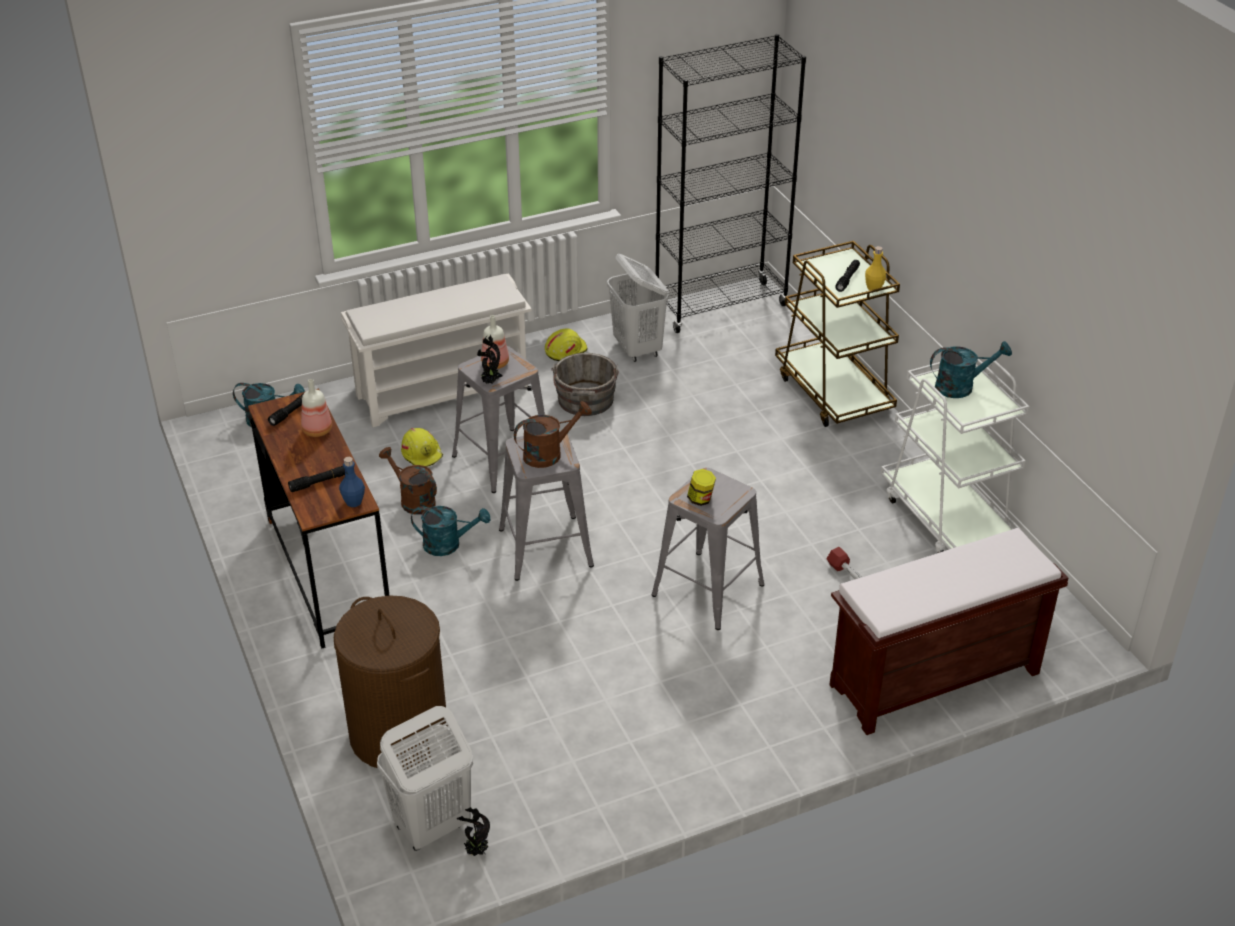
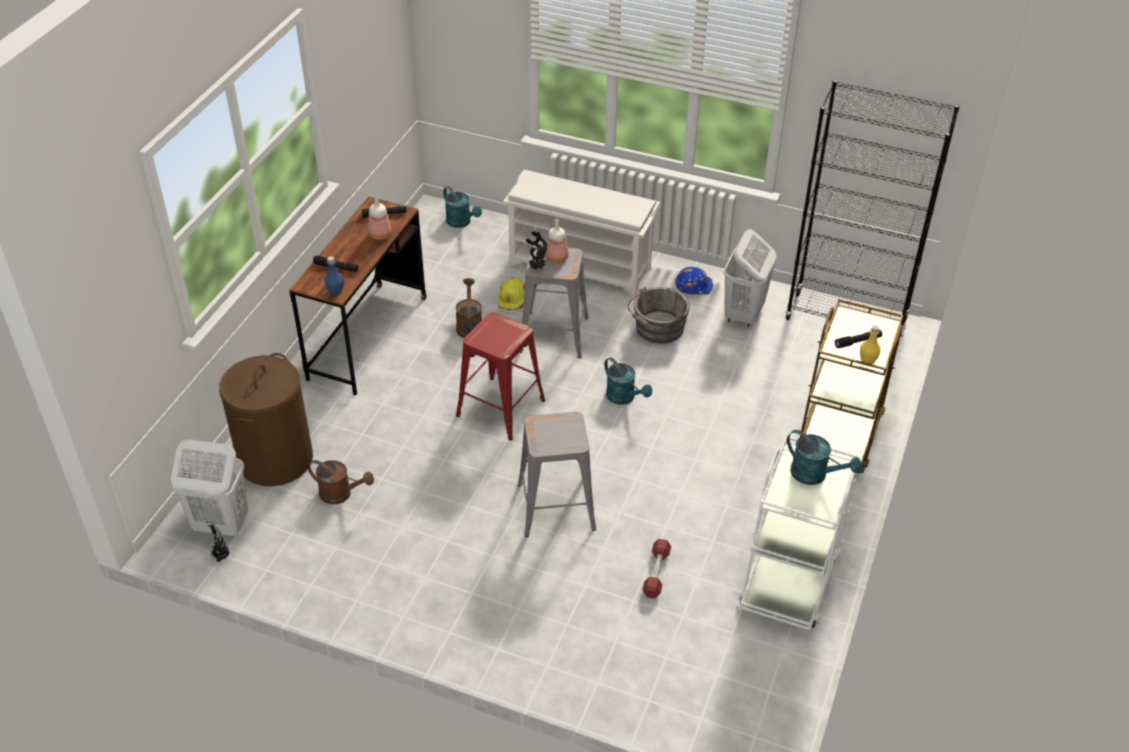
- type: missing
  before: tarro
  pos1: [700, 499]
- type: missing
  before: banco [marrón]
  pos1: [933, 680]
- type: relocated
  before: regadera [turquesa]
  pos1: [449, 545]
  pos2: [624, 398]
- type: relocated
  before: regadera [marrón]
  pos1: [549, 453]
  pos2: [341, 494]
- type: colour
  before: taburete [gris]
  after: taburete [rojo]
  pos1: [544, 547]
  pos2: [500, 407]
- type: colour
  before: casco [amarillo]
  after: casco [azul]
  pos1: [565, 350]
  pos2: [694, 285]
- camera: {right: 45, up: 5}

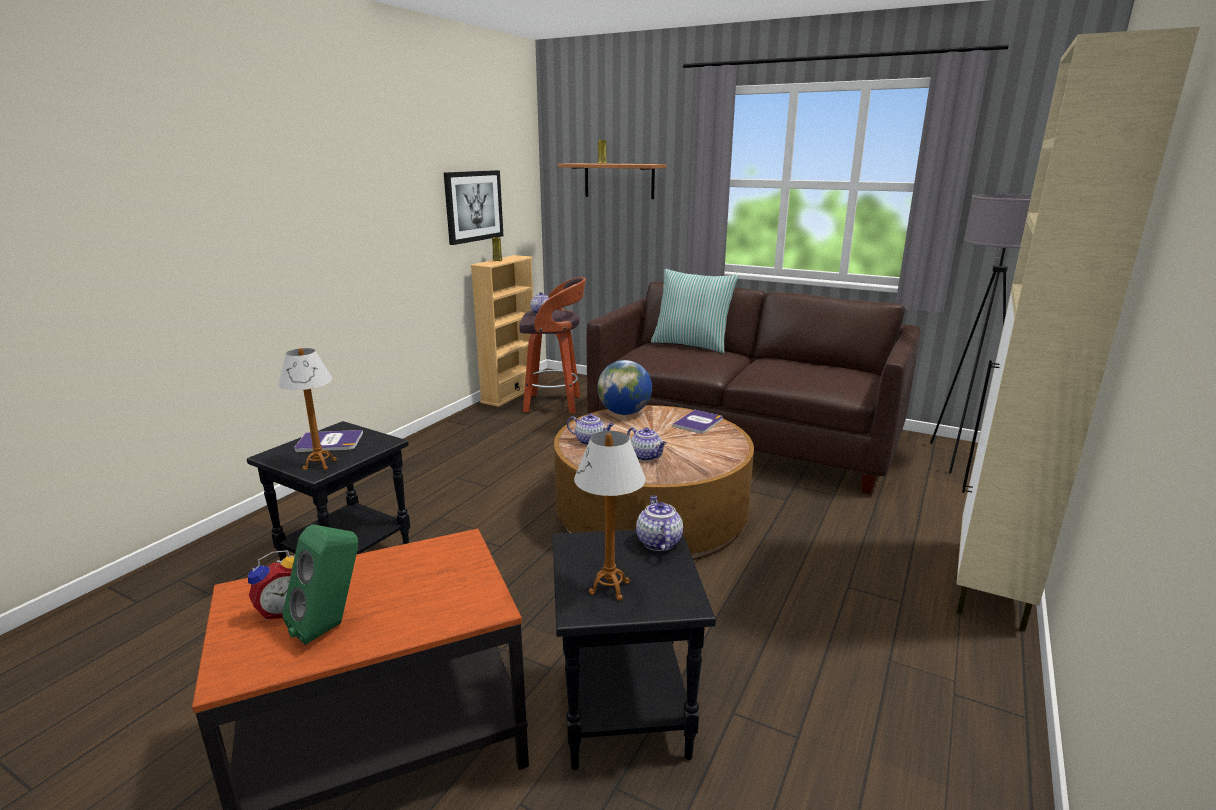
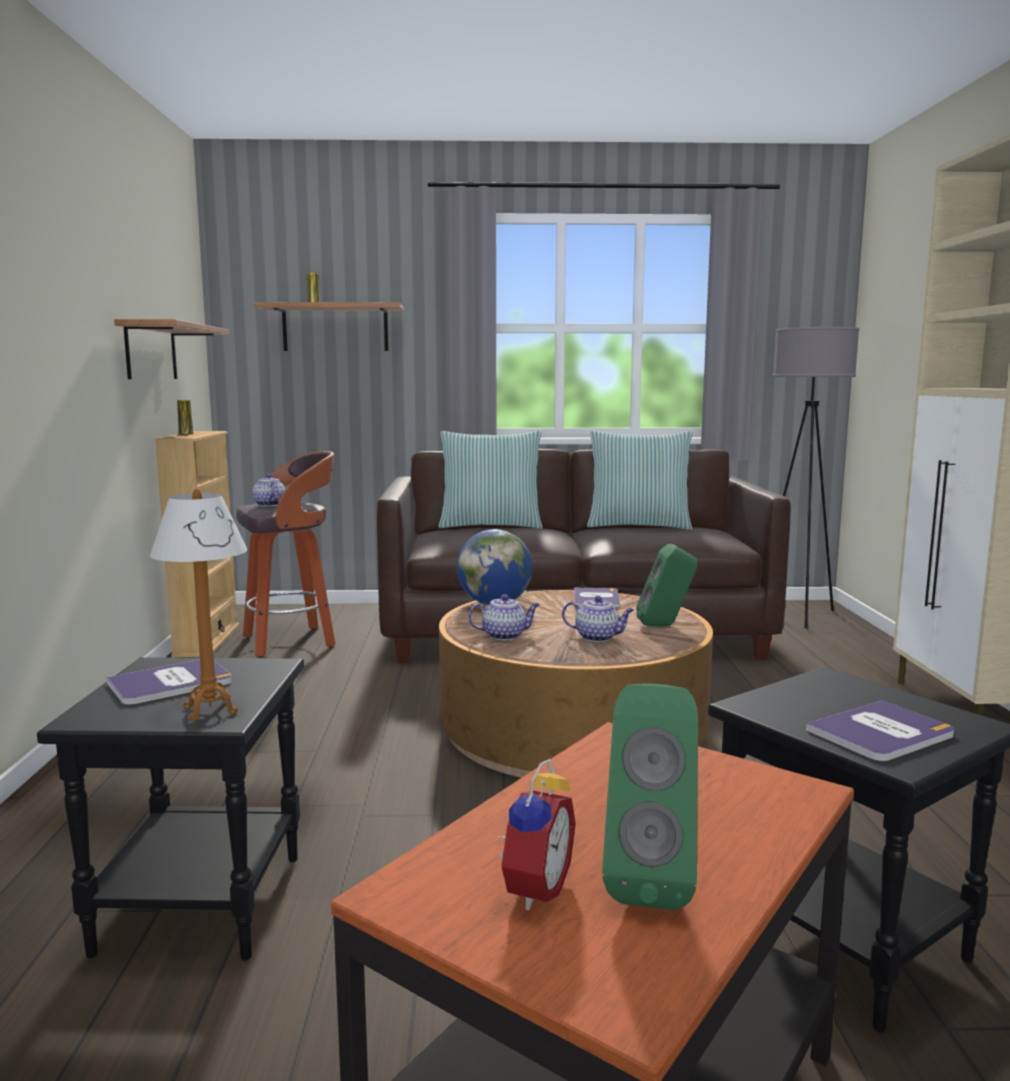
- type: missing
  before: tetera
  pos1: [658, 542]
- type: appeared
  after: cojín
  pos2: [638, 526]
- type: appeared
  after: altavoz [verde]
  pos2: [665, 626]
- type: exchanged
  before: cuadro
  after: estante
  pos1: [473, 206]
  pos2: [151, 352]
- type: exchanged
  before: lámpara de mesa
  after: libro
  pos1: [610, 588]
  pos2: [881, 733]
- camera: {right: -30, up: -10}

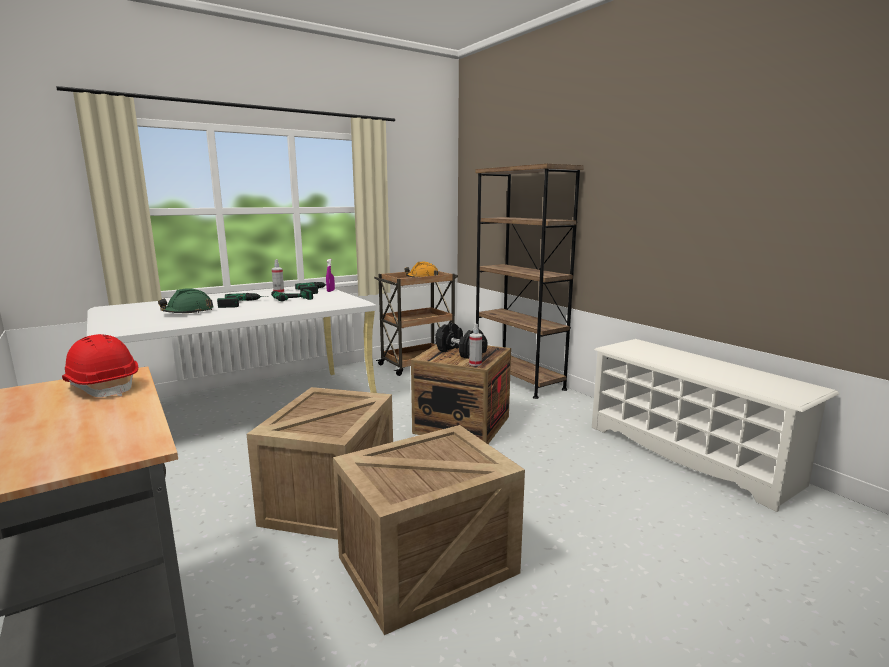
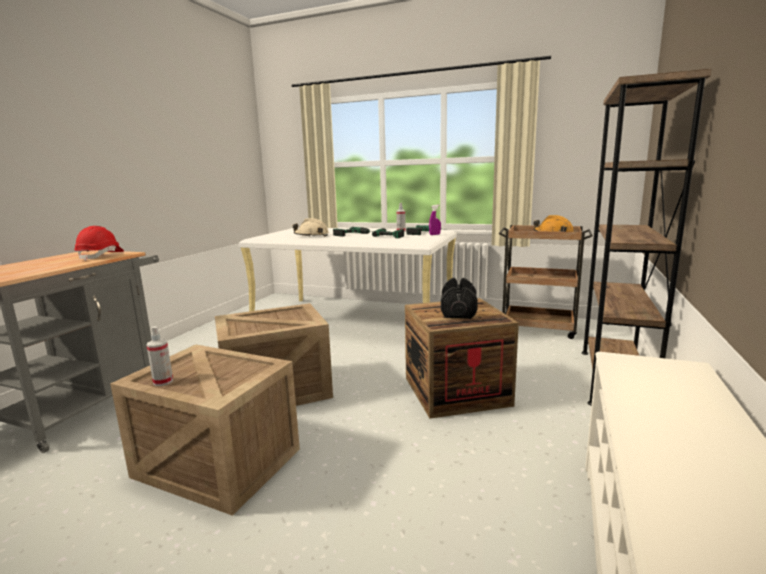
- type: relocated
  before: pulverizador
  pos1: [475, 363]
  pos2: [163, 381]
- type: colour
  before: casco [verde]
  after: casco [beis]
  pos1: [188, 312]
  pos2: [311, 235]
- camera: {right: 55, up: 0}

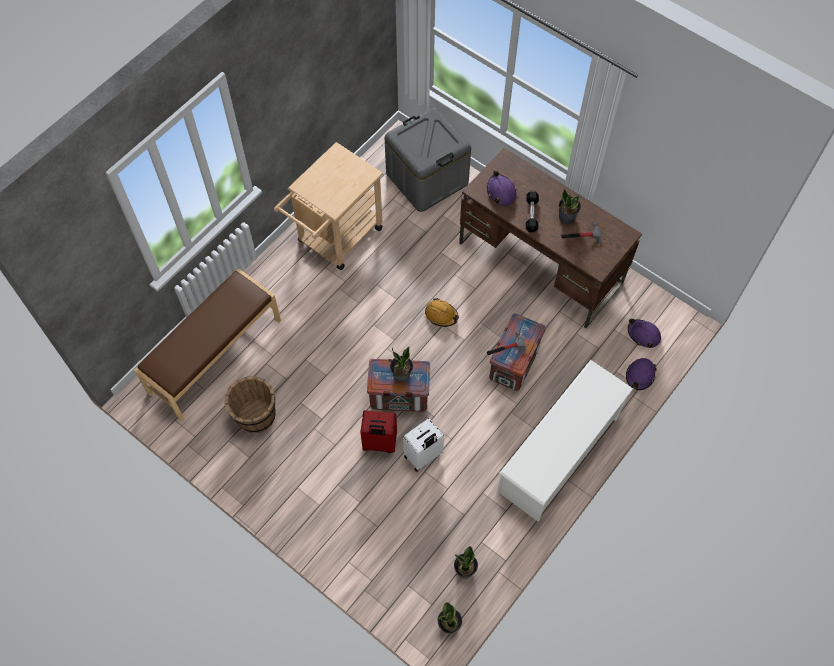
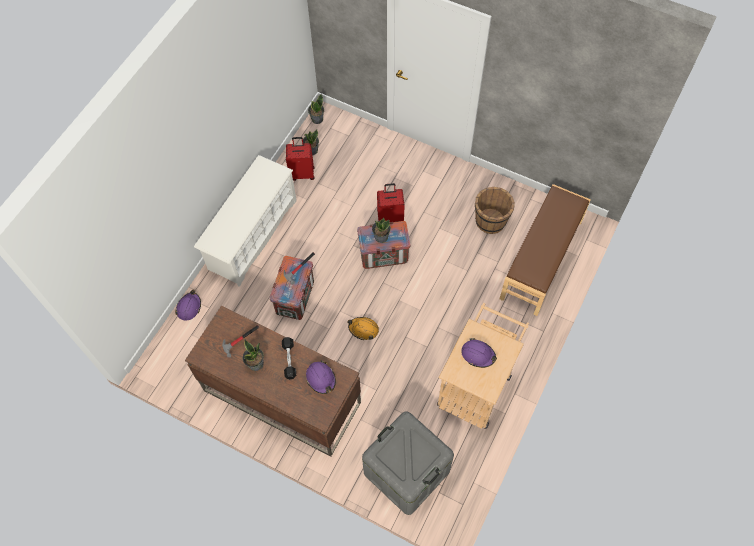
- type: missing
  before: maleta [blanco]
  pos1: [423, 456]
- type: appeared
  after: maleta [rojo]
  pos2: [302, 173]
- type: relocated
  before: casco [morado]
  pos1: [643, 335]
  pos2: [478, 354]
- camera: {right: 170, up: 0}

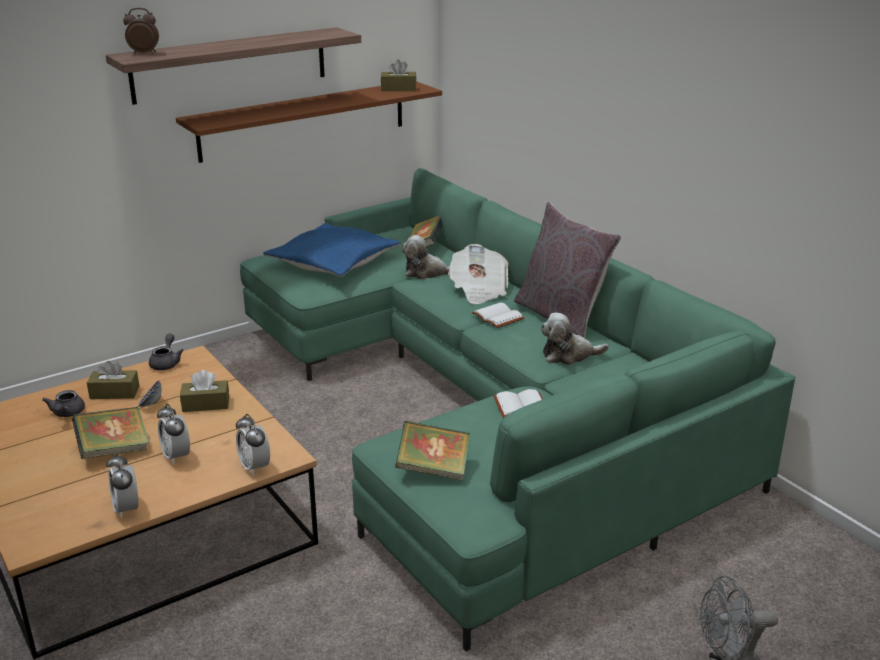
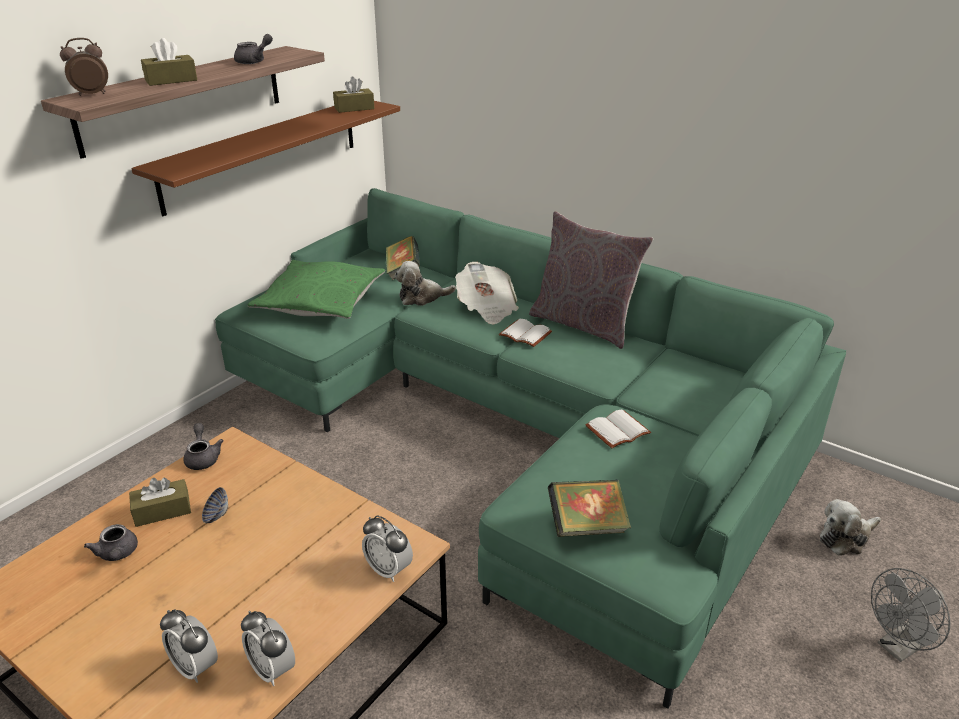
- type: missing
  before: libro
  pos1: [114, 450]
- type: appeared
  after: tetera [gris]
  pos2: [254, 61]
- type: relocated
  before: despertador
  pos1: [176, 456]
  pos2: [195, 667]
- type: relocated
  before: caja de pañuelos [marrón]
  pos1: [206, 404]
  pos2: [171, 80]
- type: relocated
  before: peluche
  pos1: [569, 355]
  pos2: [846, 538]
- type: colour
  before: cojín [azul]
  after: cojín [verde]
  pos1: [333, 262]
  pos2: [320, 301]
- camera: {right: -20, up: 5}

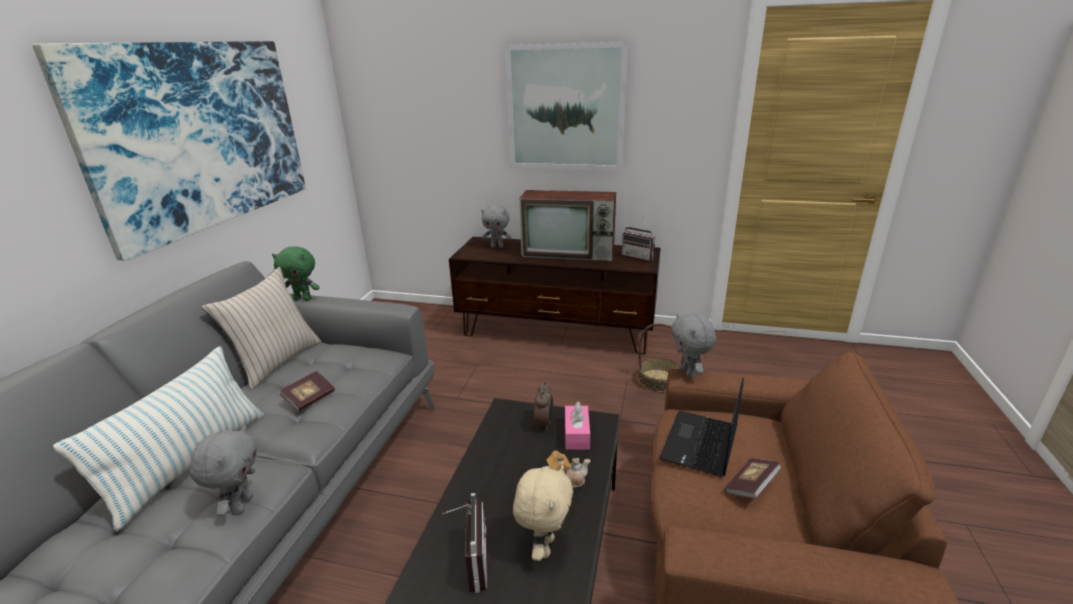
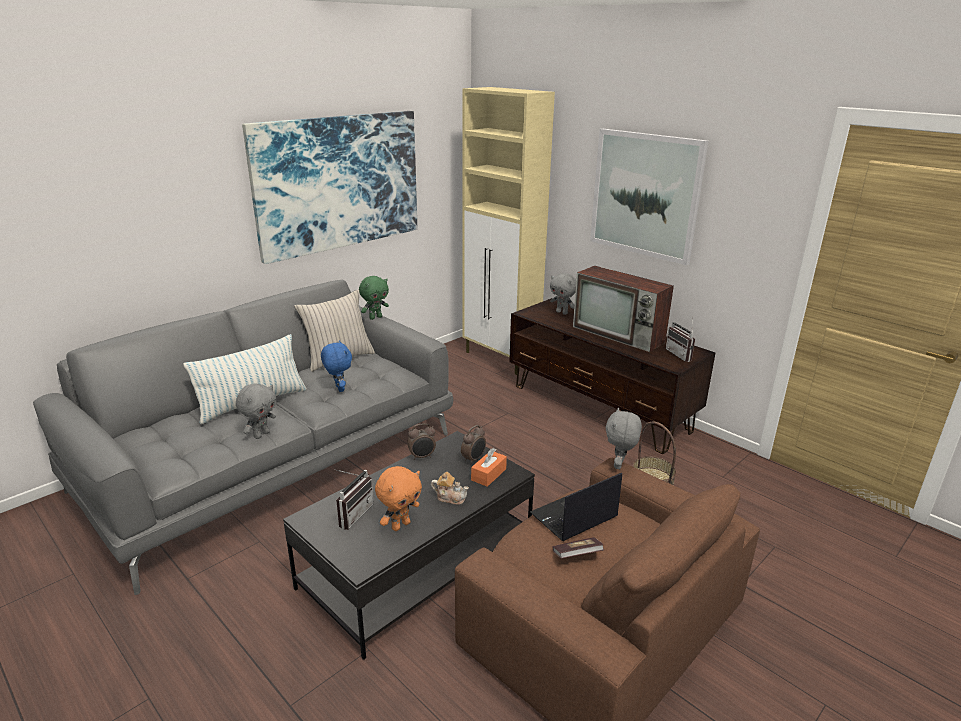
- type: appeared
  after: despertador
  pos2: [422, 457]
- type: appeared
  after: armario [beis]
  pos2: [501, 359]
- type: exchanged
  before: libro
  after: peluche [azul]
  pos1: [310, 399]
  pos2: [338, 389]
- type: colour
  before: peluche [beis]
  after: peluche [naranja]
  pos1: [544, 546]
  pos2: [400, 525]
- type: colour
  before: caja de pañuelos [rosa]
  after: caja de pañuelos [naranja]
  pos1: [577, 434]
  pos2: [488, 474]
- type: spun
  before: peluche [verde]
  pos1: [303, 299]
  pos2: [375, 317]
  turn: -75
- camera: {right: 30, up: 0}

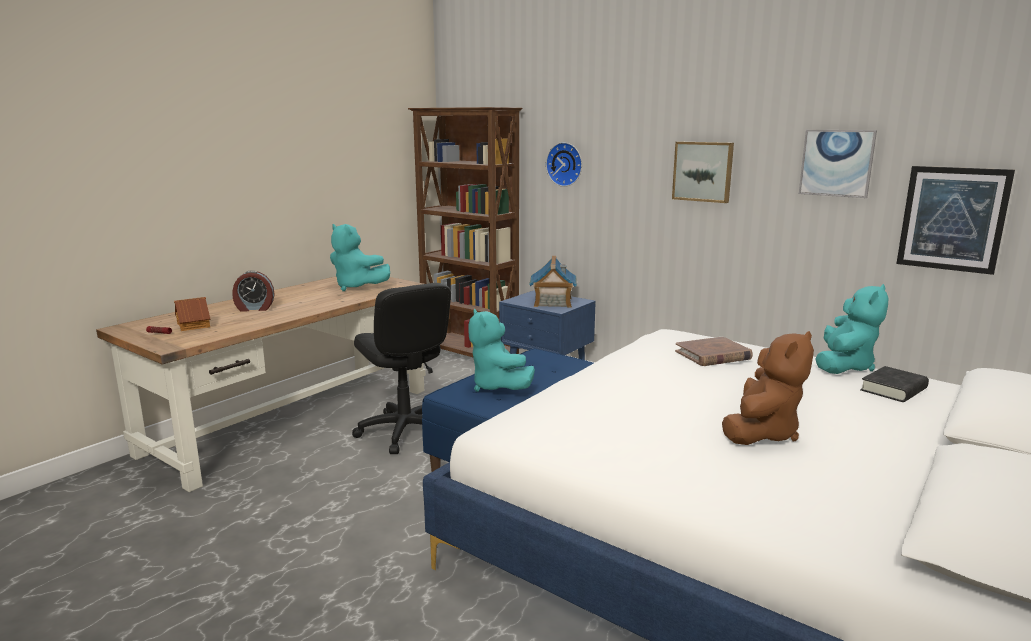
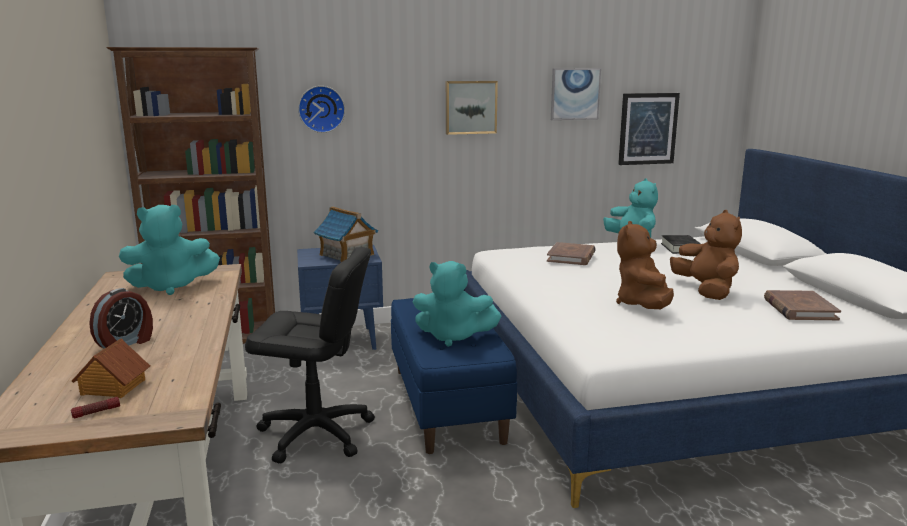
- type: appeared
  after: peluche [marrón]
  pos2: [643, 305]
- type: appeared
  after: libro [marrón]
  pos2: [799, 309]
- camera: {right: -50, up: 0}

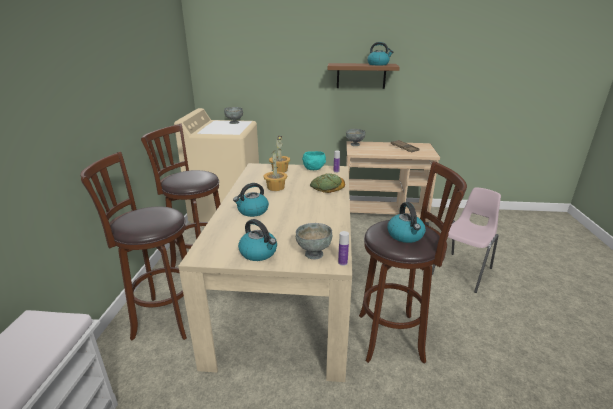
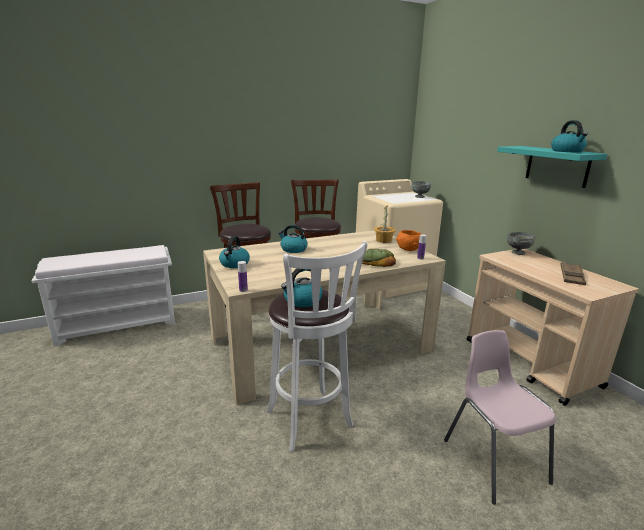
- type: missing
  before: planta en maceta
  pos1: [276, 187]
- type: missing
  before: cuenco [gris]
  pos1: [313, 254]
- type: colour
  before: cuenco [turquesa]
  after: cuenco [naranja]
  pos1: [314, 169]
  pos2: [408, 250]
- type: colour
  before: estante [marrón]
  after: estante [turquesa]
  pos1: [361, 76]
  pos2: [557, 166]
- type: colour
  before: taburete [marrón]
  after: taburete [blanco]
  pos1: [394, 337]
  pos2: [311, 421]
- type: spun
  before: silla [rosa]
  pos1: [463, 271]
  pos2: [493, 460]
  turn: -120
- camera: {right: 60, up: -5}

